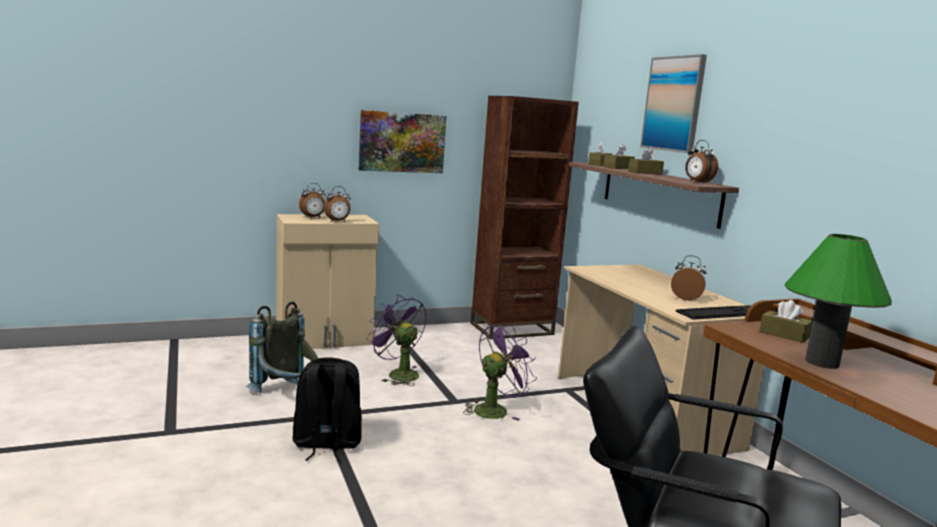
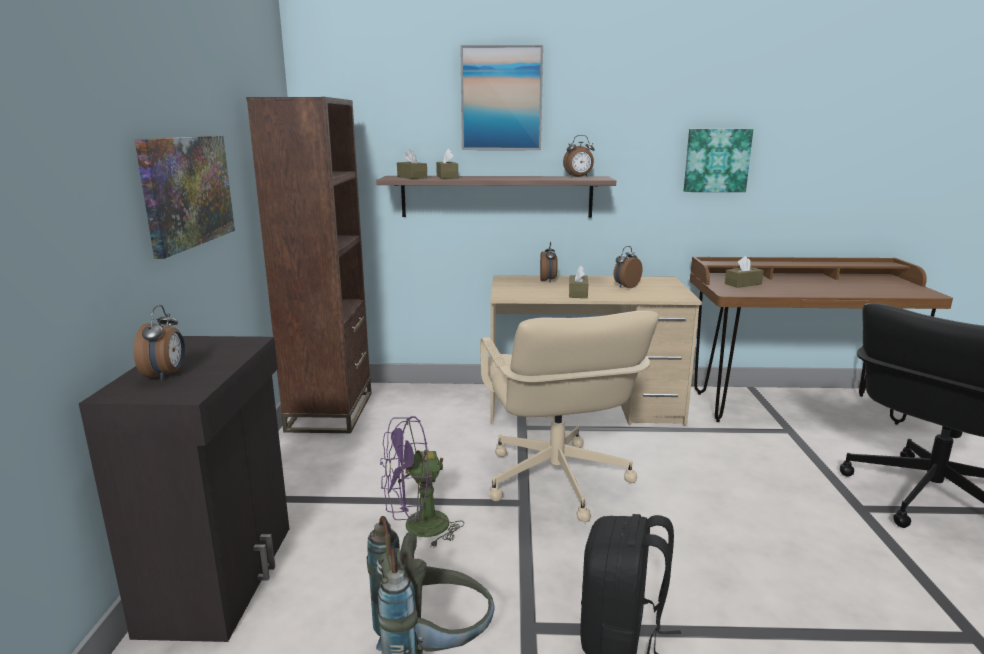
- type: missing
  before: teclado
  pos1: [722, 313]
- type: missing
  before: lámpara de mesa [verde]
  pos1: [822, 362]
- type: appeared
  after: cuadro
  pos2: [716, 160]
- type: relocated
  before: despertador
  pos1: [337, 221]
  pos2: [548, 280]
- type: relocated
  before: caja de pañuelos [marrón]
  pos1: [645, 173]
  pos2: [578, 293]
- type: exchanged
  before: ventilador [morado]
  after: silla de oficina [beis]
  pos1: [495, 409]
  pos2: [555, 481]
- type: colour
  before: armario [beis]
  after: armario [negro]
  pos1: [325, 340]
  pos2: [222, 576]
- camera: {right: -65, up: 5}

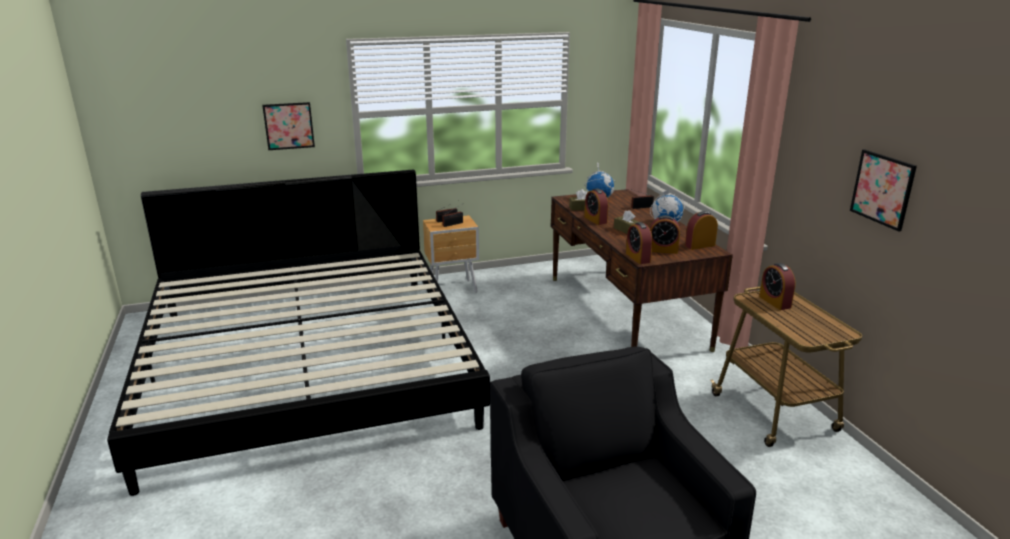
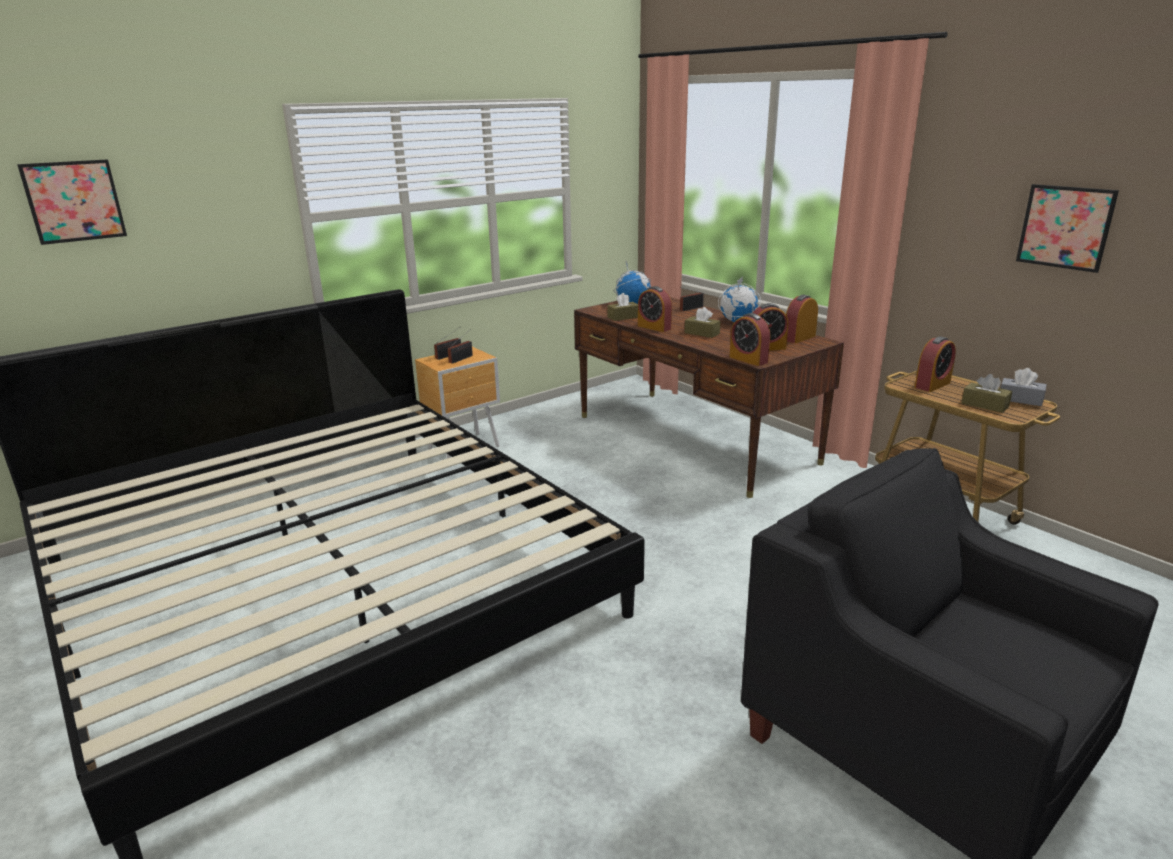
- type: appeared
  after: caja de pañuelos [marrón]
  pos2: [985, 405]
- type: appeared
  after: caja de pañuelos [gris]
  pos2: [1020, 399]
- type: relocated
  before: cuadro
  pos1: [289, 126]
  pos2: [74, 201]
- type: spun
  before: despertador
  pos1: [775, 302]
  pos2: [932, 385]
  turn: -90
- camera: {right: -20, up: 0}

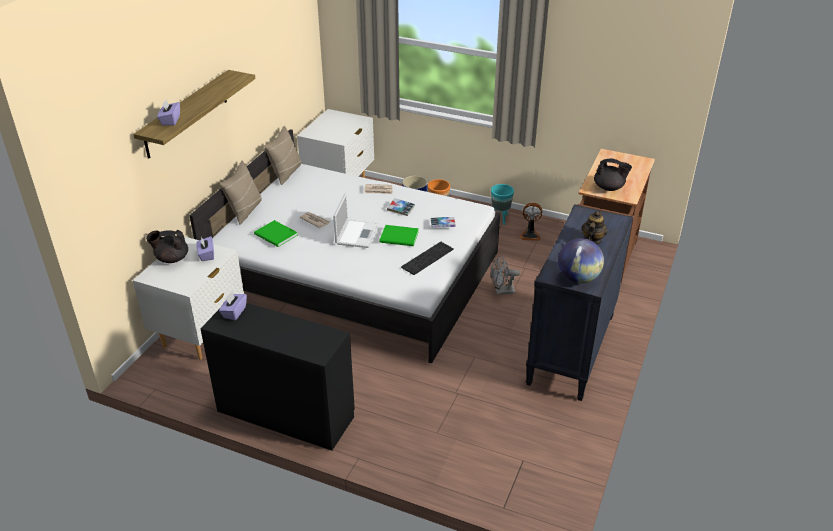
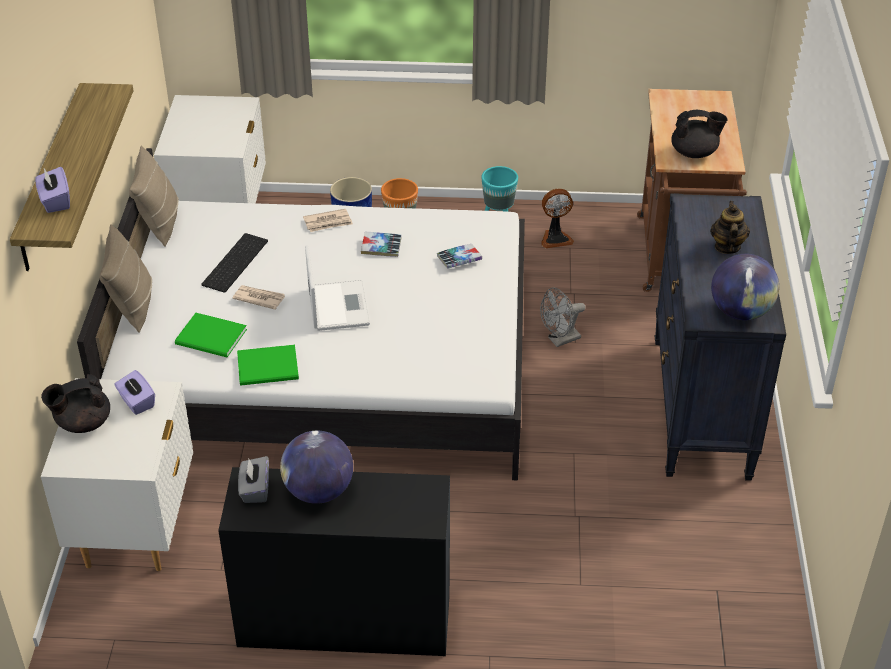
- type: appeared
  after: globo terráqueo
  pos2: [318, 491]
- type: relocated
  before: libro [verde]
  pos1: [400, 237]
  pos2: [270, 368]
- type: relocated
  before: teclado
  pos1: [427, 257]
  pos2: [234, 262]
- type: colour
  before: caja de pañuelos [morado]
  after: caja de pañuelos [gris]
  pos1: [234, 312]
  pos2: [255, 489]
- camera: {right: -20, up: 5}

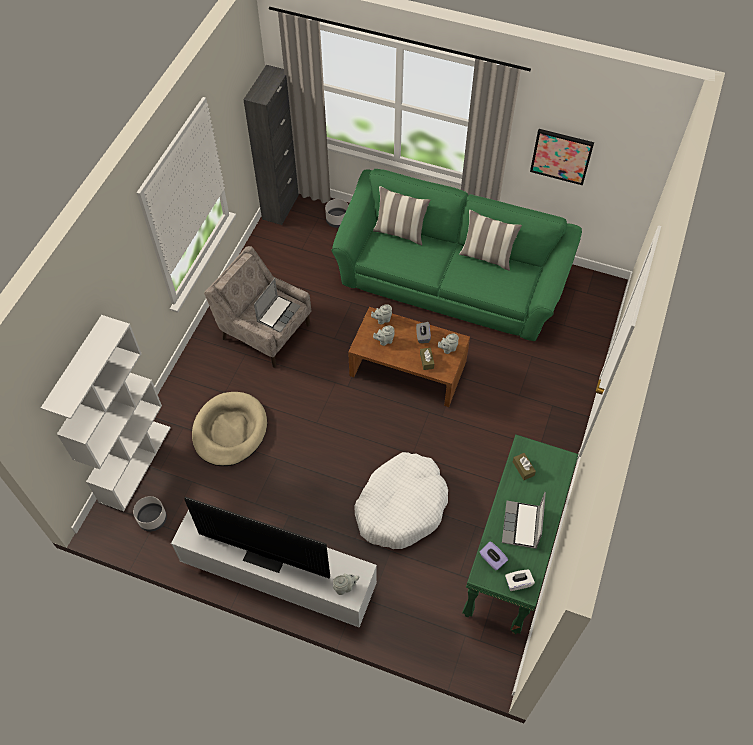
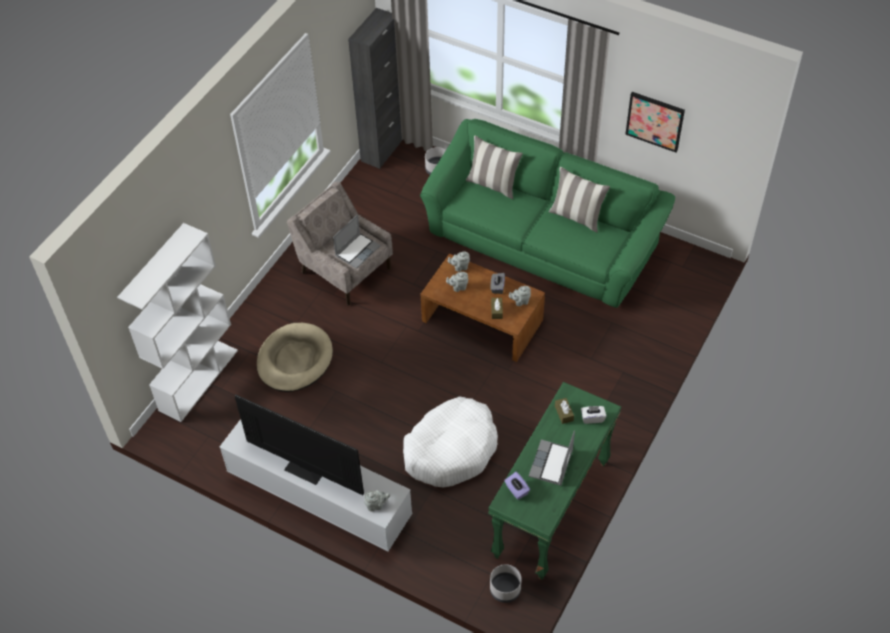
- type: relocated
  before: maceta [gris]
  pos1: [152, 519]
  pos2: [504, 589]
- type: relocated
  before: caja de pañuelos [blanco]
  pos1: [518, 583]
  pos2: [592, 418]
- camera: {right: 10, up: -5}

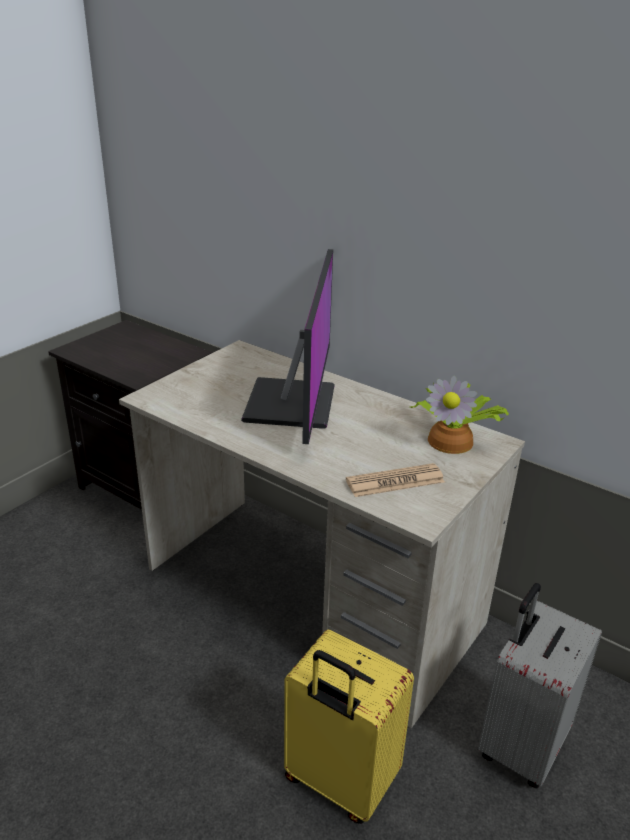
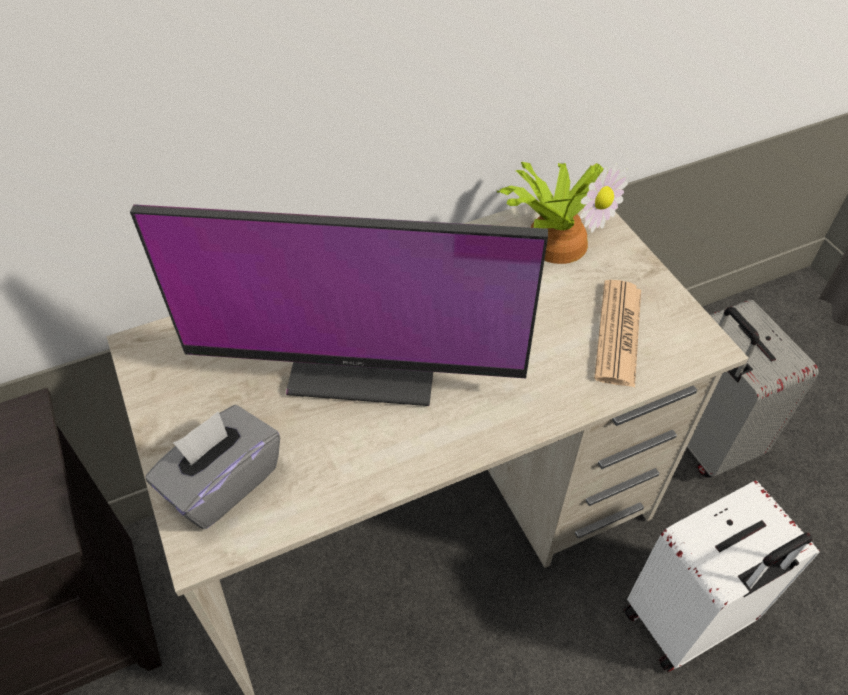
- type: appeared
  after: caja de pañuelos [gris]
  pos2: [222, 482]
- type: colour
  before: maleta [amarillo]
  after: maleta [blanco]
  pos1: [339, 782]
  pos2: [688, 621]
- type: spun
  before: monitor
  pos1: [293, 404]
  pos2: [367, 352]
  turn: 150
- camera: {right: -60, up: 20}

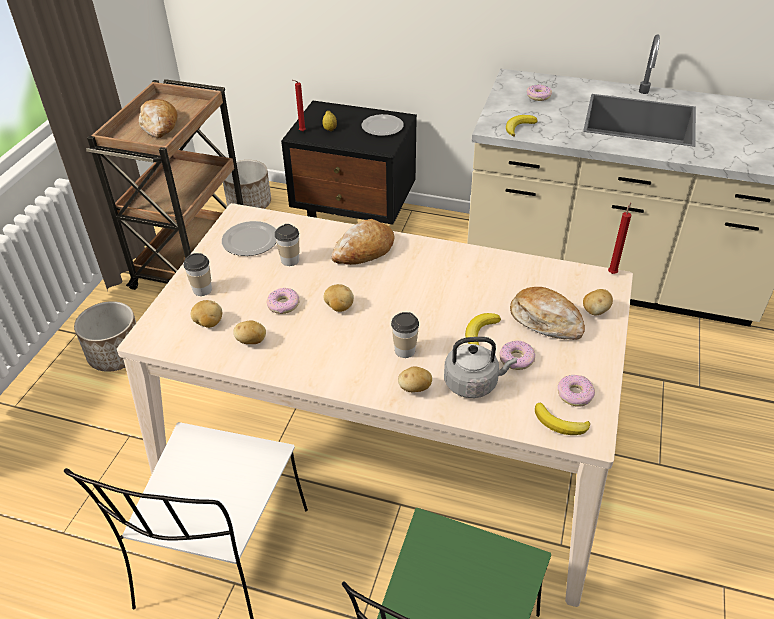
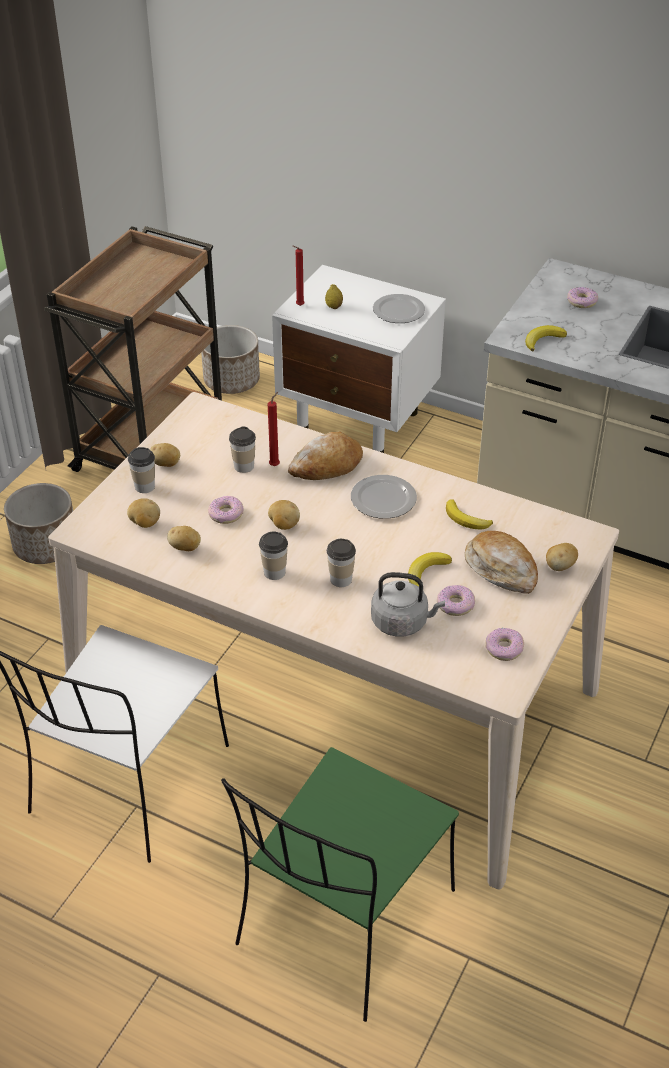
- type: missing
  before: pan
  pos1: [159, 125]
- type: appeared
  after: taza
  pos2: [274, 572]
- type: relocated
  before: plato
  pos1: [250, 241]
  pos2: [383, 500]
- type: relocated
  before: patata
  pos1: [415, 388]
  pos2: [166, 464]
- type: relocated
  before: plátano
  pos1: [560, 424]
  pos2: [466, 519]
- type: relocated
  before: vela [rojo]
  pos1: [613, 272]
  pos2: [275, 465]
- type: colour
  before: mesita de noche [negro]
  after: mesita de noche [blanco]
  pos1: [356, 223]
  pos2: [359, 422]
- camera: {right: 10, up: 0}

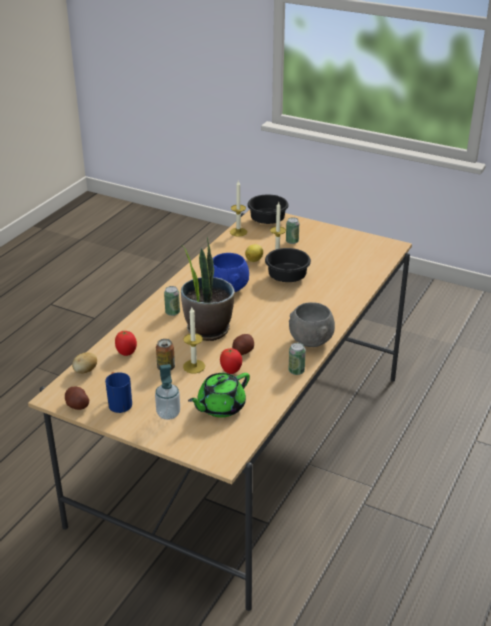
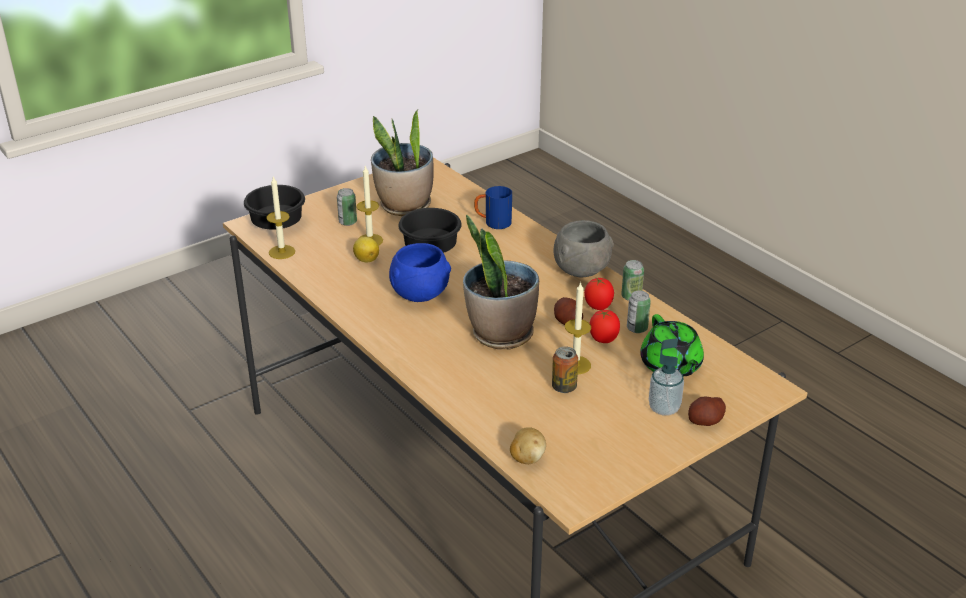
- type: appeared
  after: planta en maceta
  pos2: [405, 206]
- type: relocated
  before: patata
  pos1: [77, 405]
  pos2: [705, 421]
- type: relocated
  before: taza grande [azul]
  pos1: [118, 402]
  pos2: [493, 223]
- type: relocated
  before: tomate
  pos1: [126, 353]
  pos2: [598, 307]
- type: relocated
  before: lata
  pos1: [172, 312]
  pos2: [637, 328]
- camera: {right: -65, up: 0}

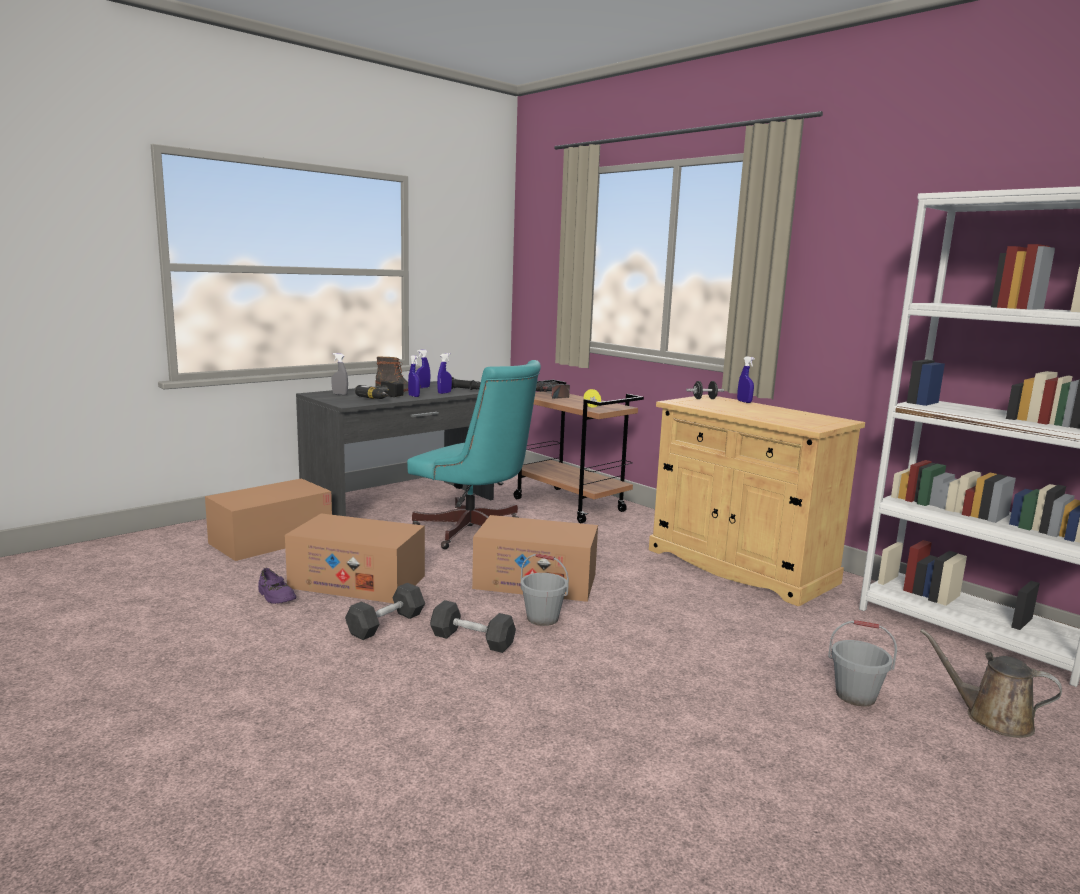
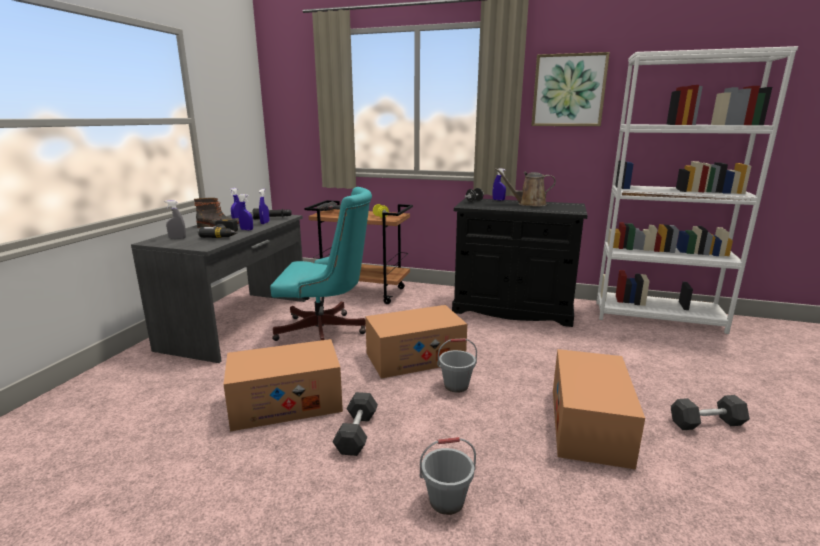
- type: missing
  before: zapato [morado]
  pos1: [275, 596]
- type: appeared
  after: cuadro
  pos2: [568, 90]
- type: relocated
  before: caja de cartón
  pos1: [271, 539]
  pos2: [589, 425]
- type: relocated
  before: mancuerna [gris]
  pos1: [472, 640]
  pos2: [706, 423]
- type: relocated
  before: cubo [gris]
  pos1: [855, 696]
  pos2: [446, 501]
- type: relocated
  before: regadera [marrón]
  pos1: [991, 718]
  pos2: [528, 204]
- type: colour
  before: armario [beis]
  after: armario [negro]
  pos1: [740, 566]
  pos2: [512, 309]
- camera: {right: -30, up: 5}

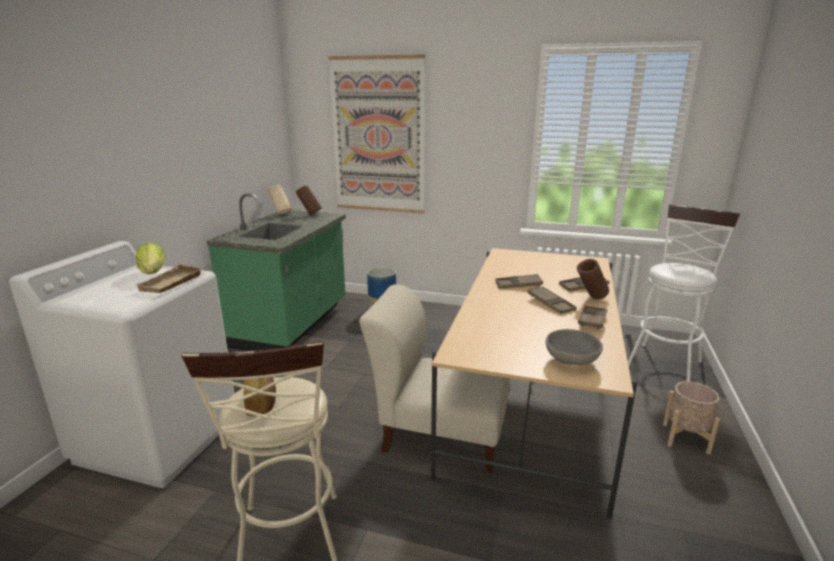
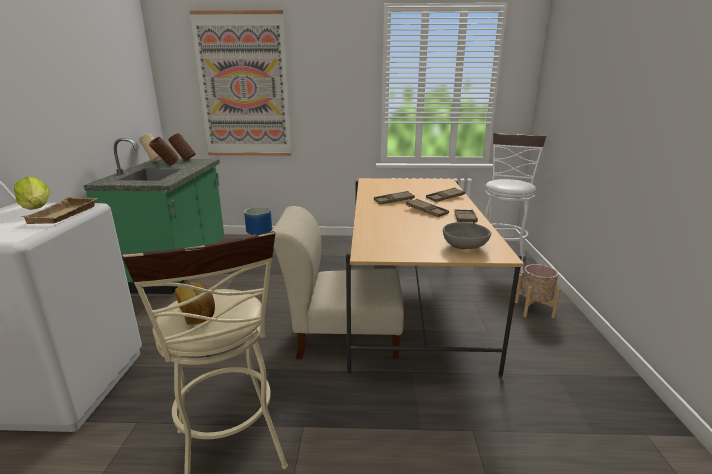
- type: relocated
  before: florero [marrón]
  pos1: [590, 299]
  pos2: [166, 165]
- camera: {right: -15, up: 0}

